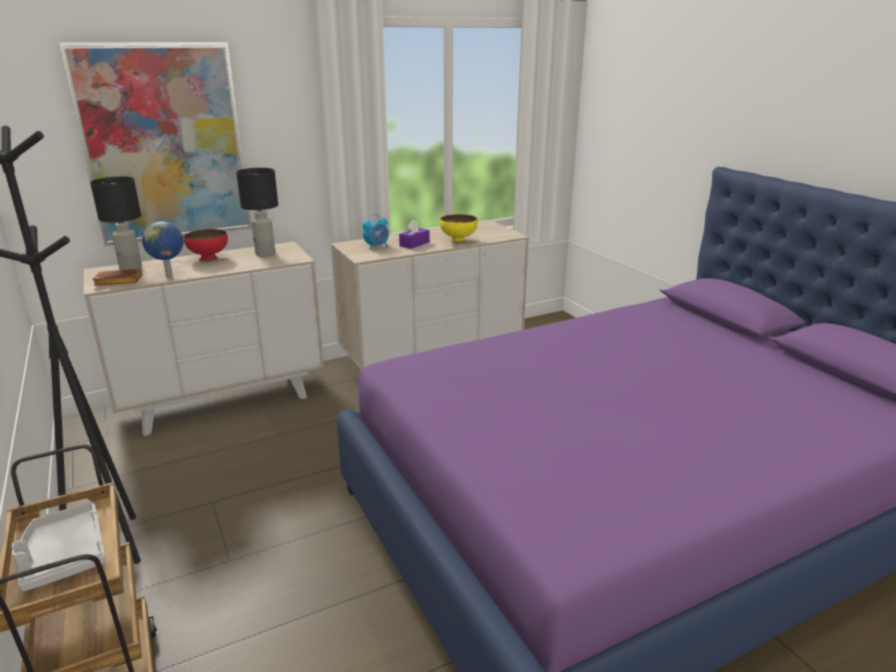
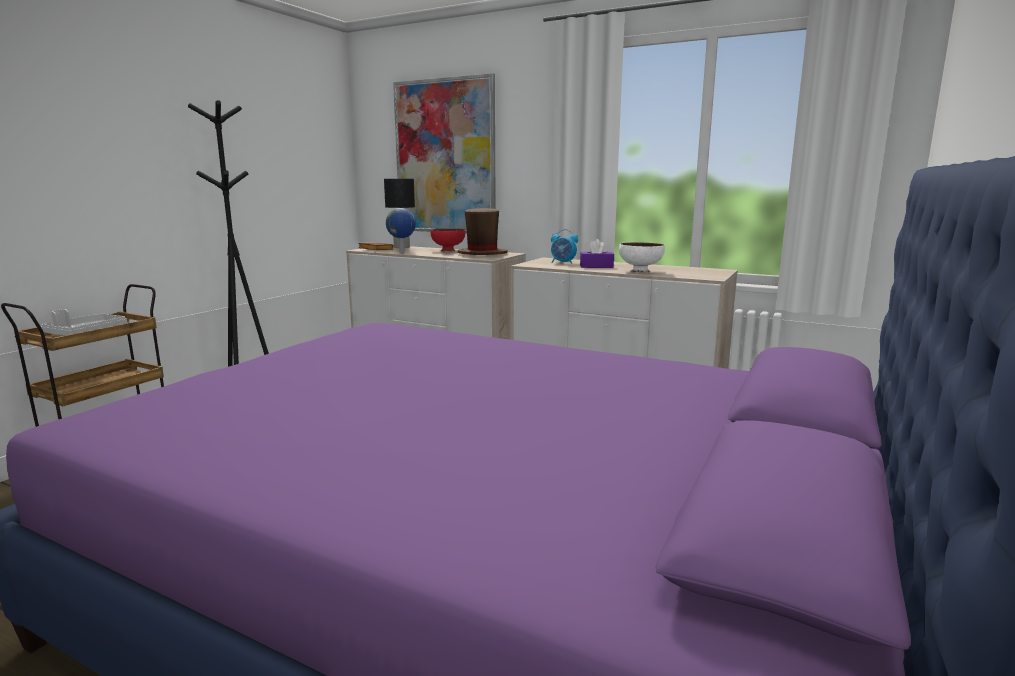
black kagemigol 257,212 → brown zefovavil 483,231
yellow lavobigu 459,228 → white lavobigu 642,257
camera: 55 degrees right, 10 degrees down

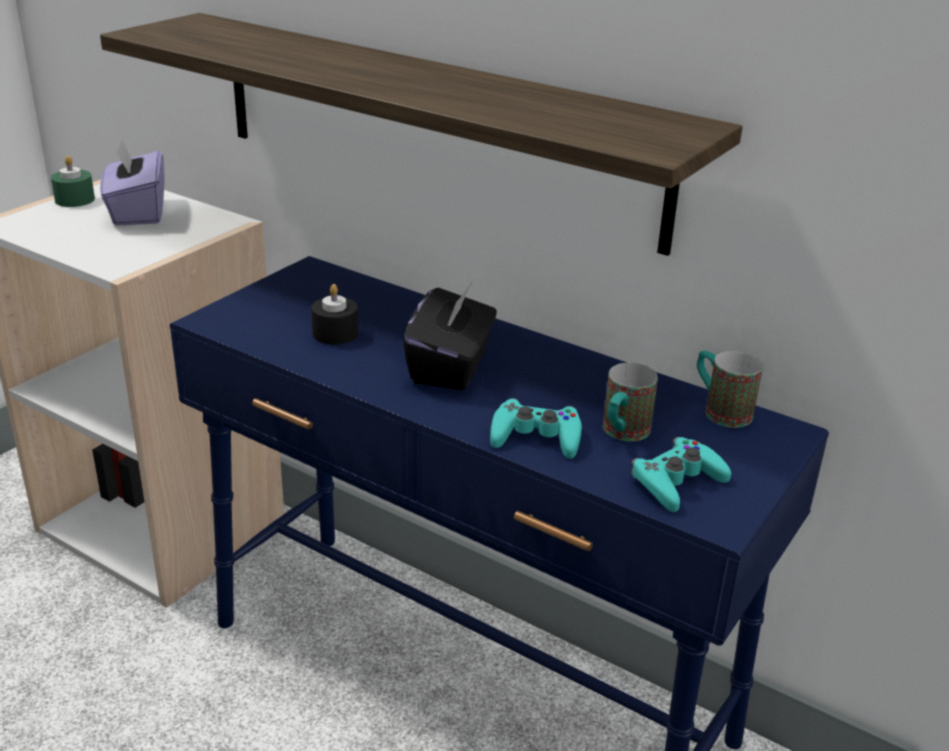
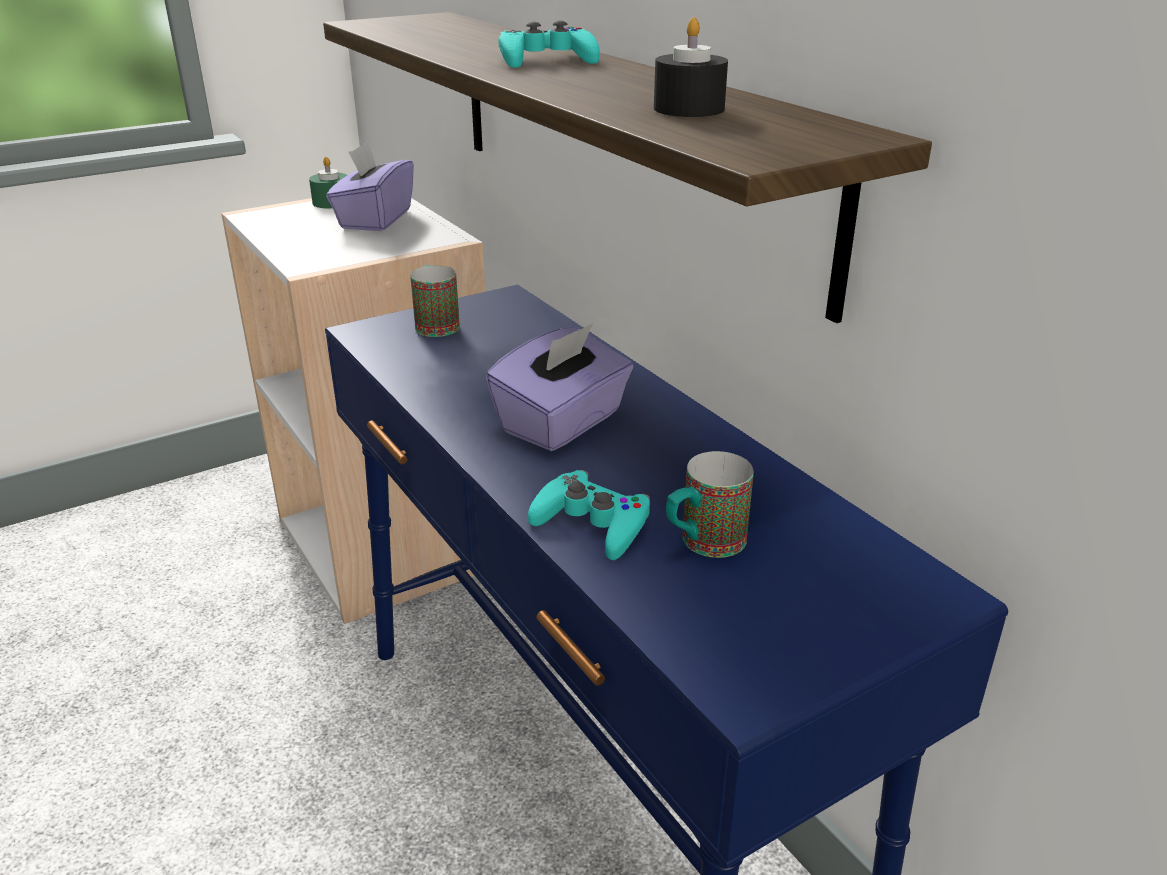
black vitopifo 334,314 → black vitopifo 691,67, moved
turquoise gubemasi 681,474 → turquoise gubemasi 548,44, moved
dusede 730,389 → dusede 435,301, moved
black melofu 450,336 → purple melofu 559,387
camera: 25 degrees right, 0 degrees up

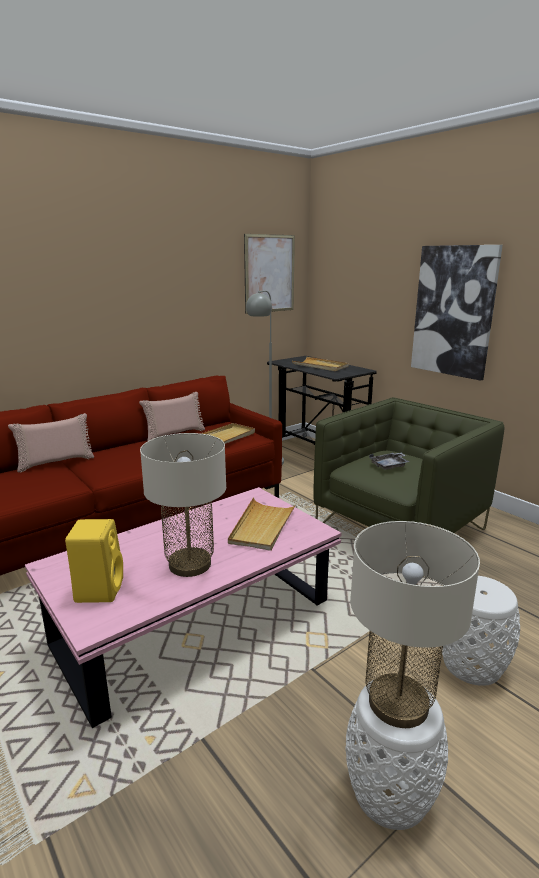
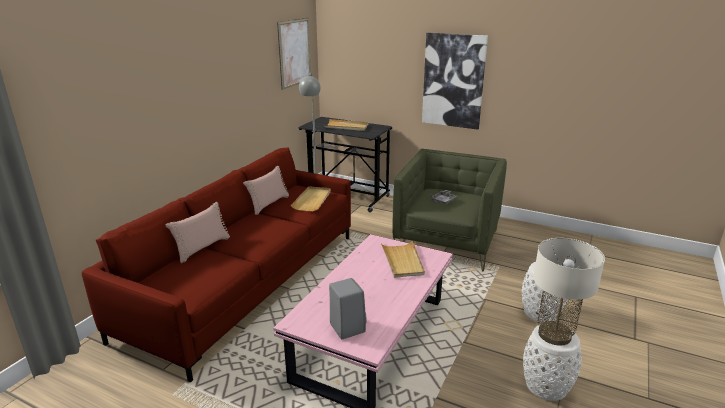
kagemigol 183,505 → -
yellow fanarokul 94,561 → grey fanarokul 348,308
camera: 25 degrees left, 5 degrees up

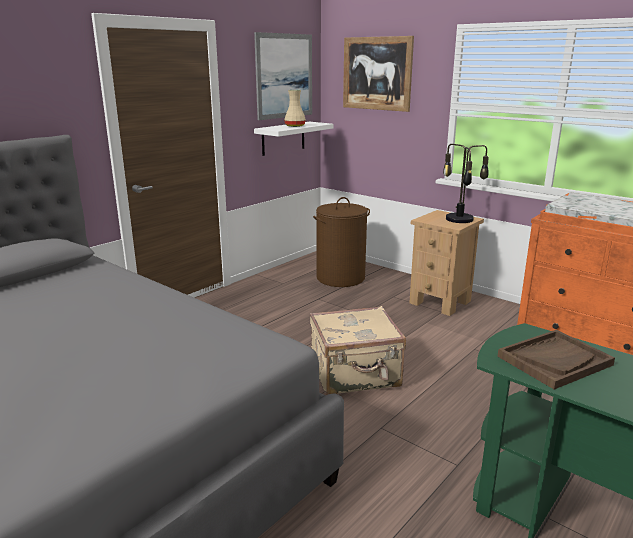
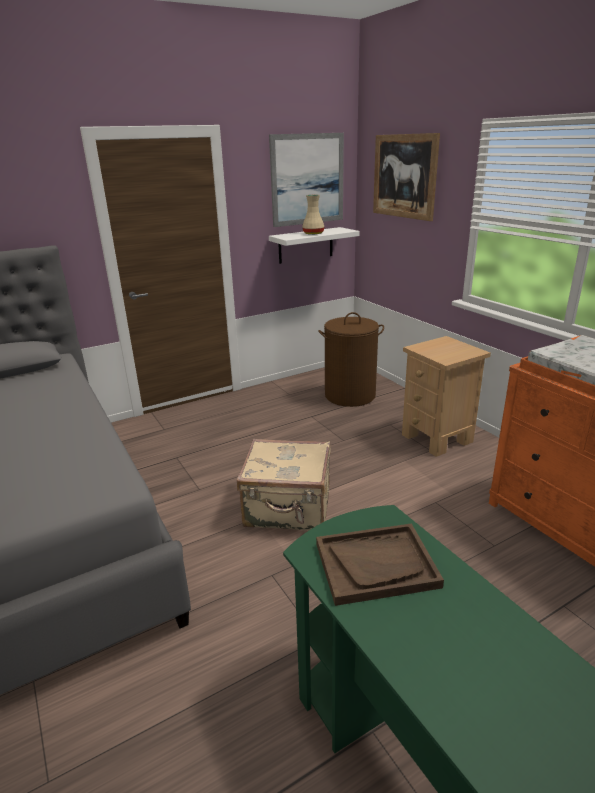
kagemigol 466,183 → -
camera: 20 degrees right, 5 degrees up

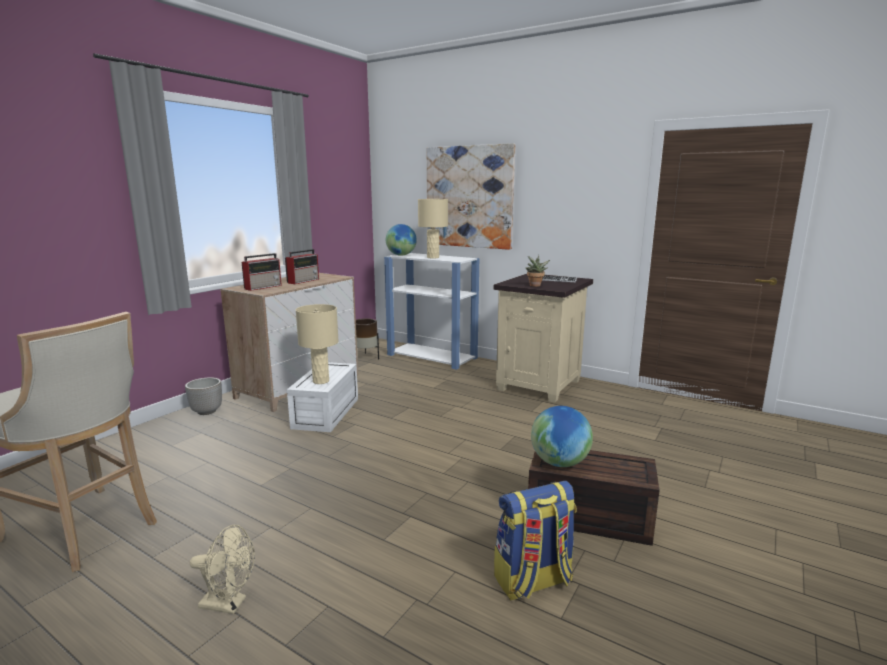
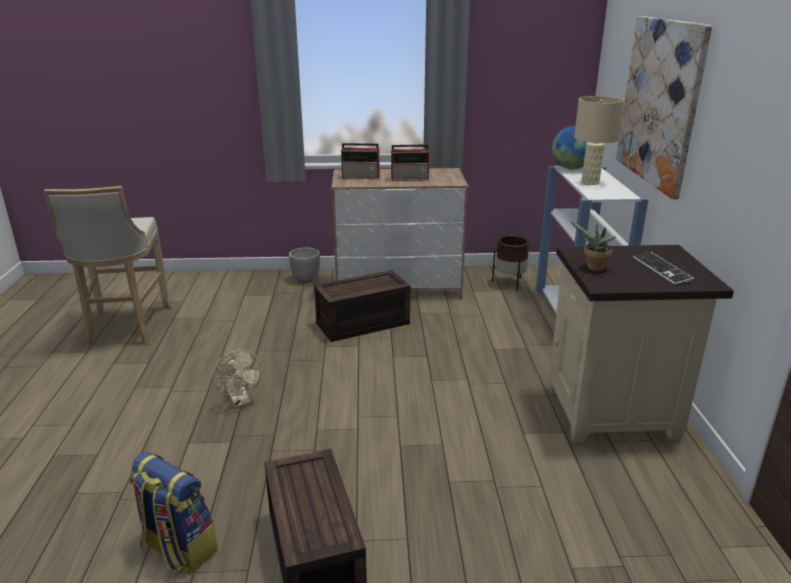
beige kagemigol 317,344 → -
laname 562,436 → -
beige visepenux 222,569 → beige visepenux 237,379, moved
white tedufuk 322,397 → brown tedufuk 362,306
camera: 55 degrees right, 10 degrees up

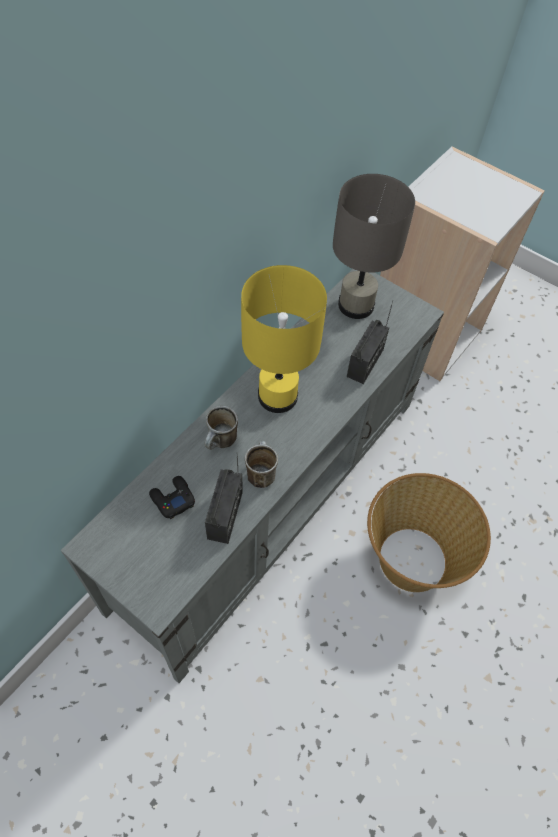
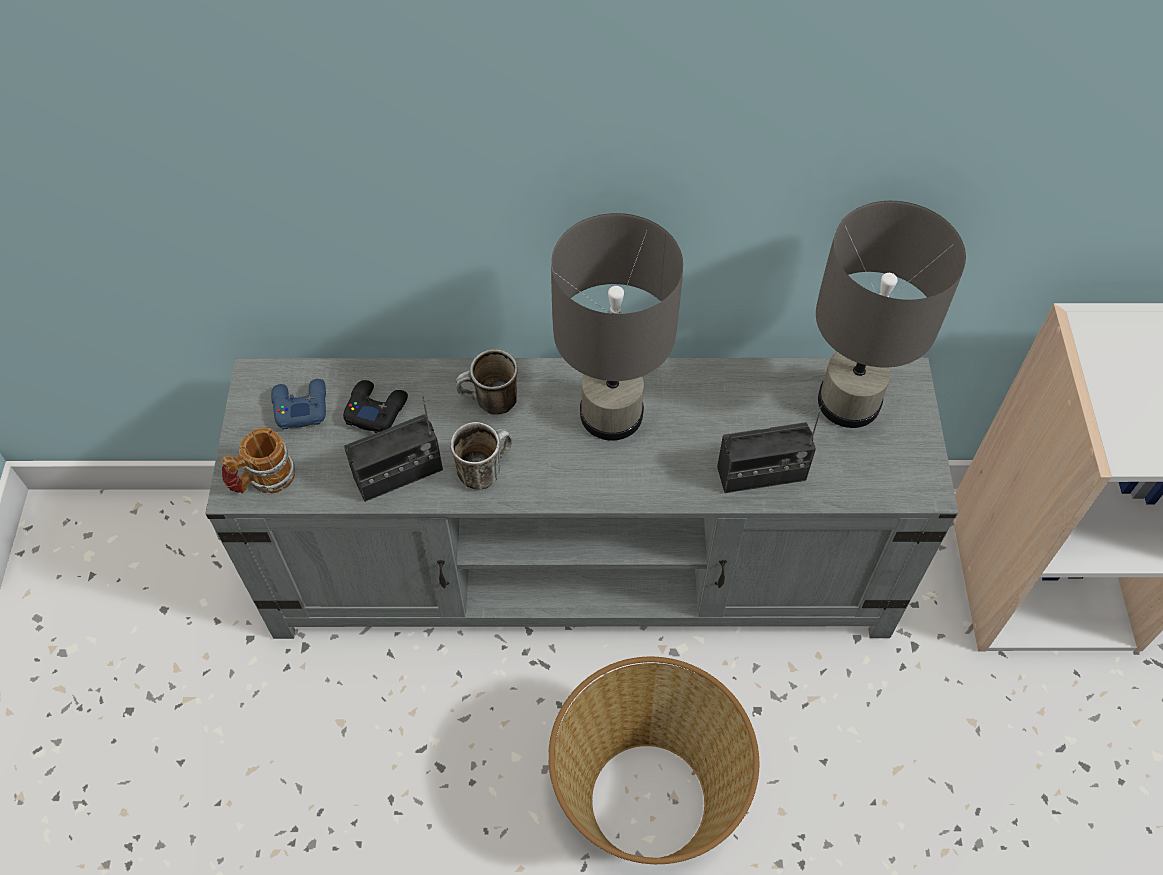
- → dusede 258,460
- → blue gubemasi 298,404
yellow kagemigol 284,339 → grey kagemigol 617,327
camera: 55 degrees right, 0 degrees up

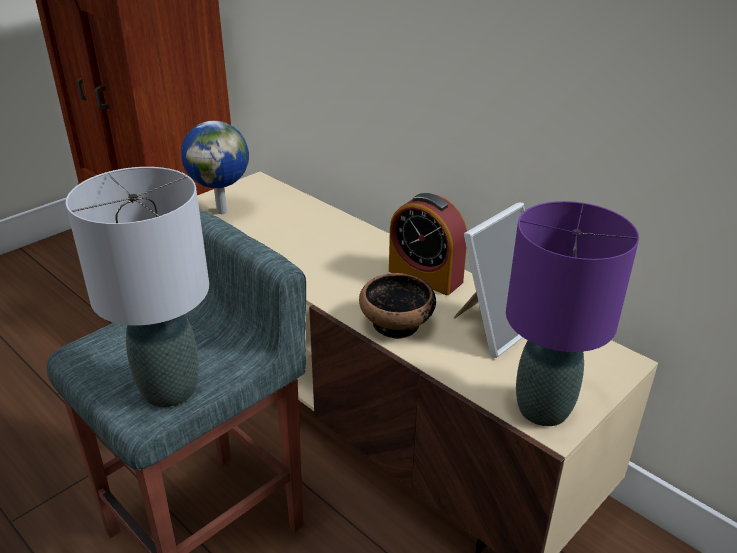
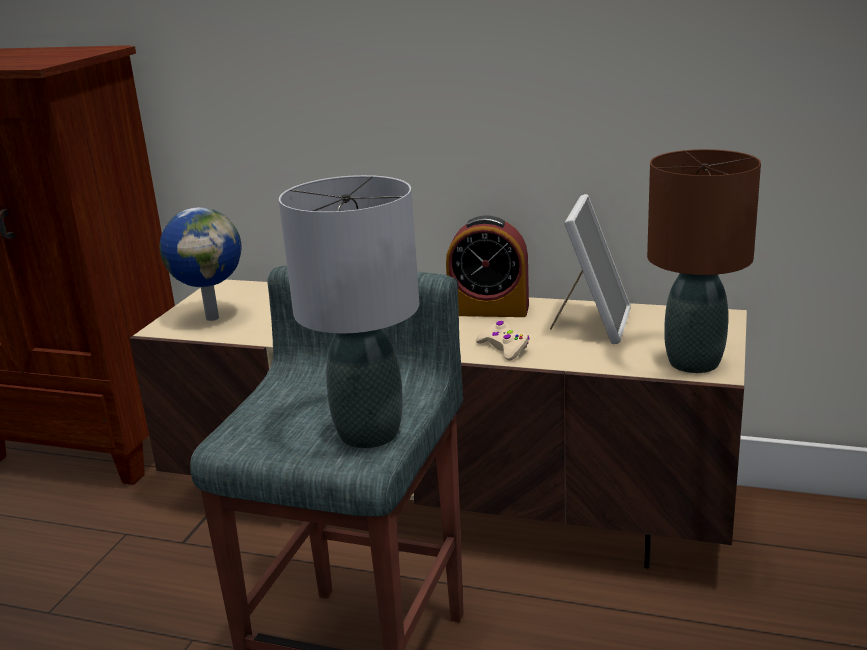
lavobigu 397,306 → beige gubemasi 502,341
purple kagemigol 572,313 → brown kagemigol 704,261
camera: 25 degrees left, 10 degrees down

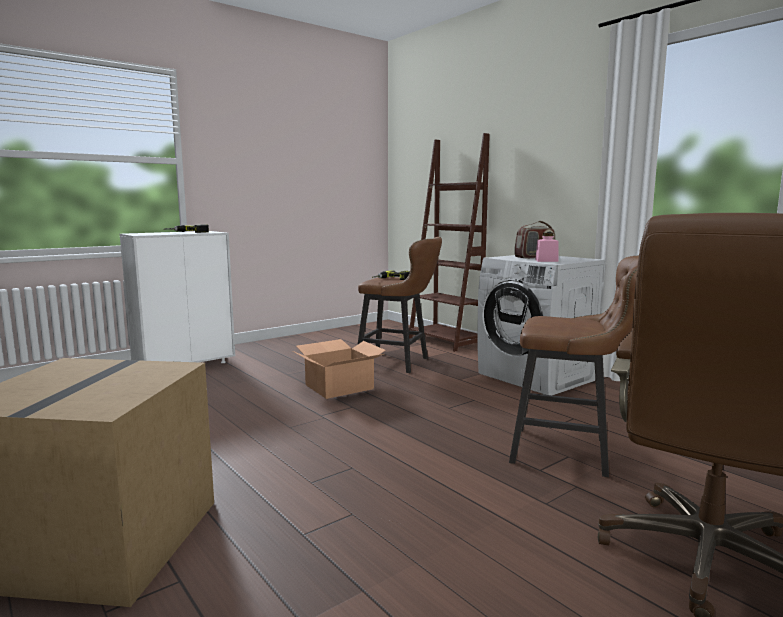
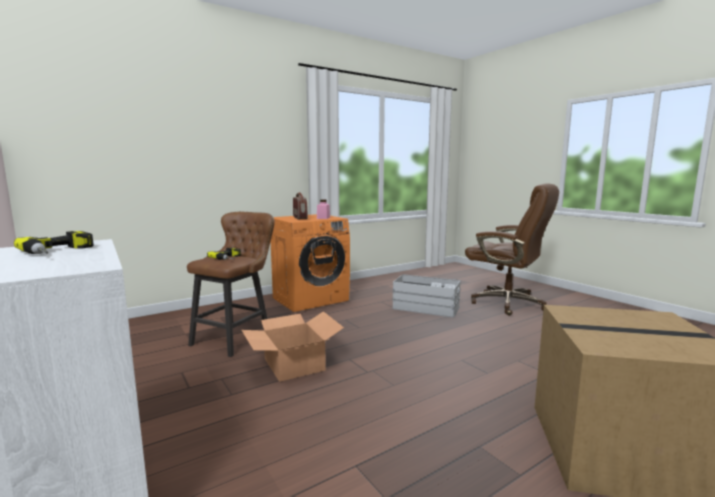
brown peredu 449,242 → -
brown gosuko 574,366 → grey tedufuk 426,295
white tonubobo 541,325 → orange tonubobo 310,263
camera: 85 degrees left, 0 degrees up

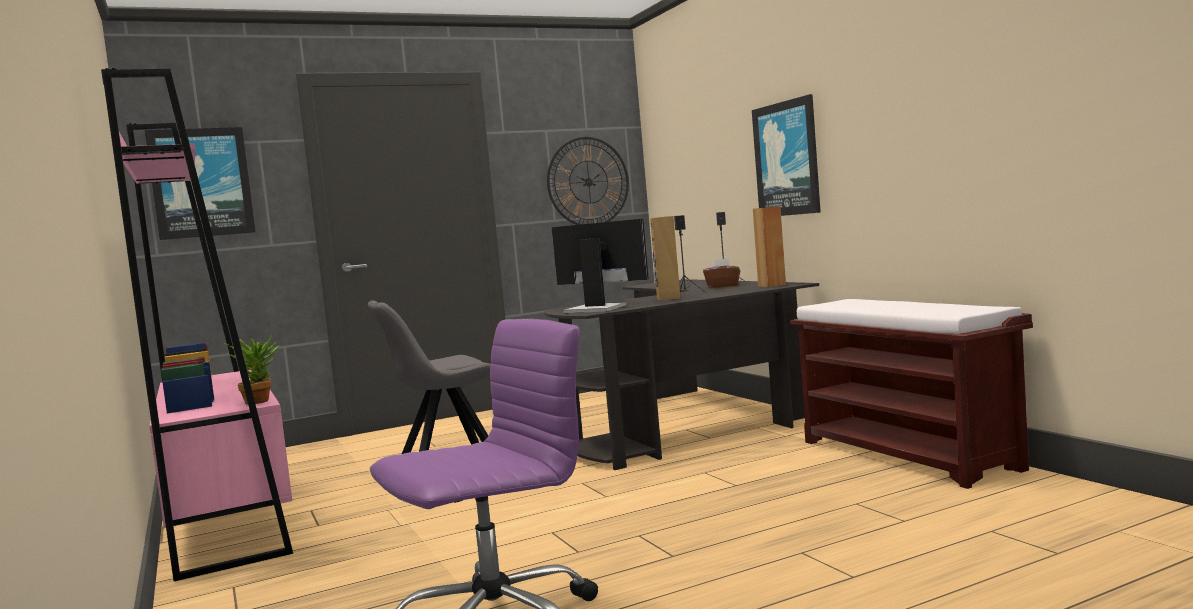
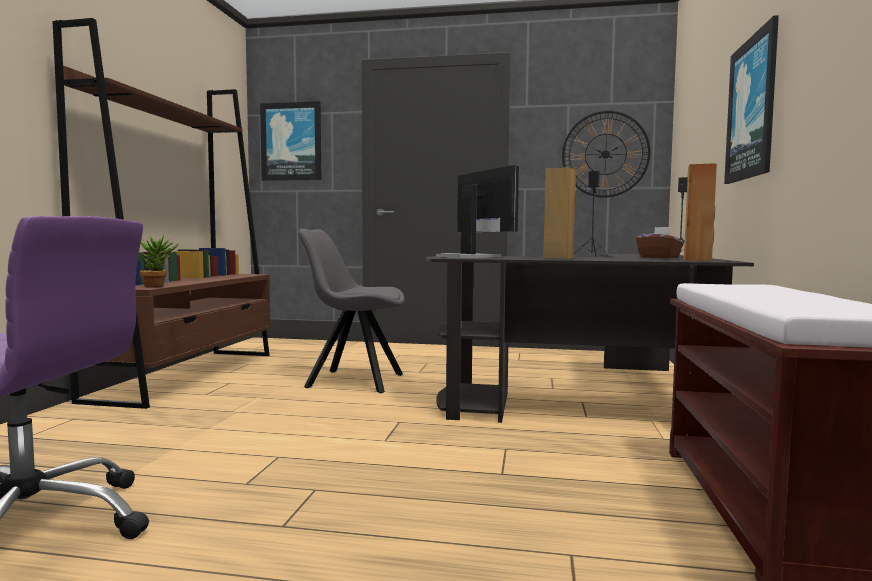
pink peredu 197,324 → brown peredu 162,213
camera: 35 degrees right, 0 degrees up

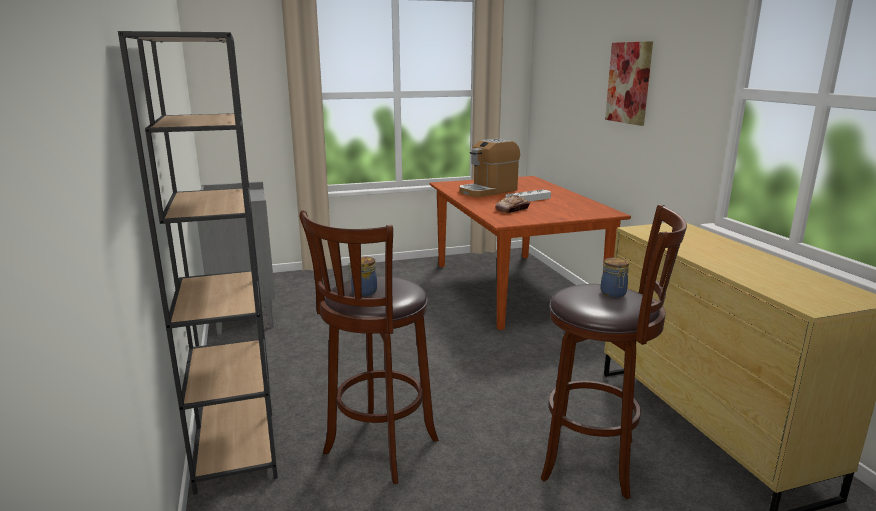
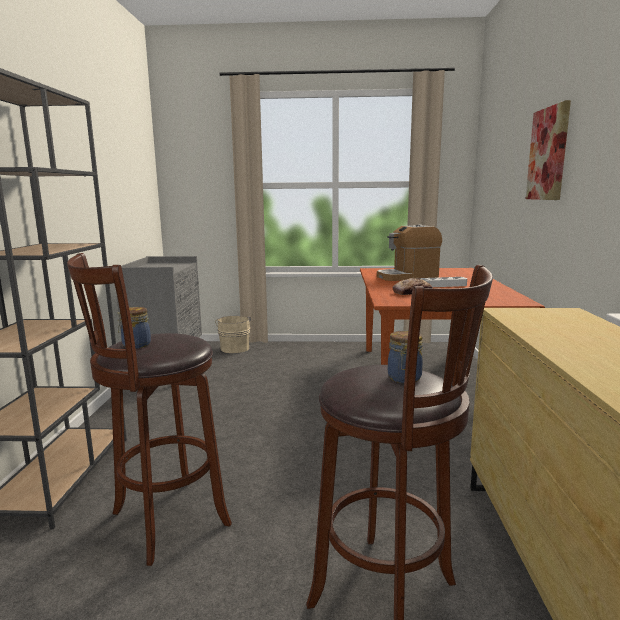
- → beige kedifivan 233,334
camera: 20 degrees right, 5 degrees down

